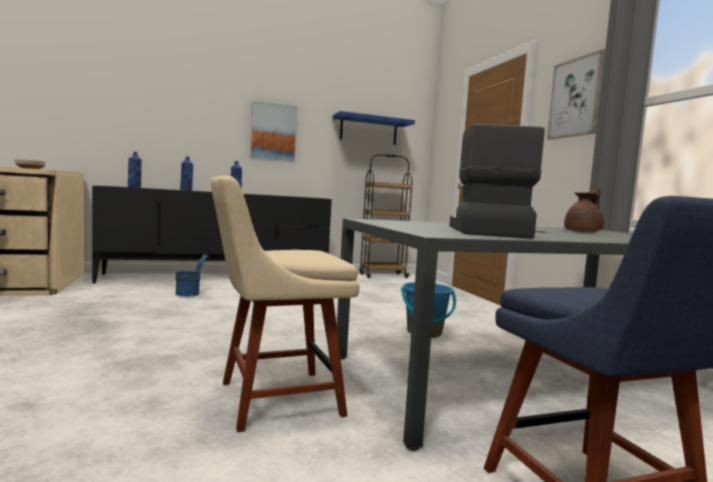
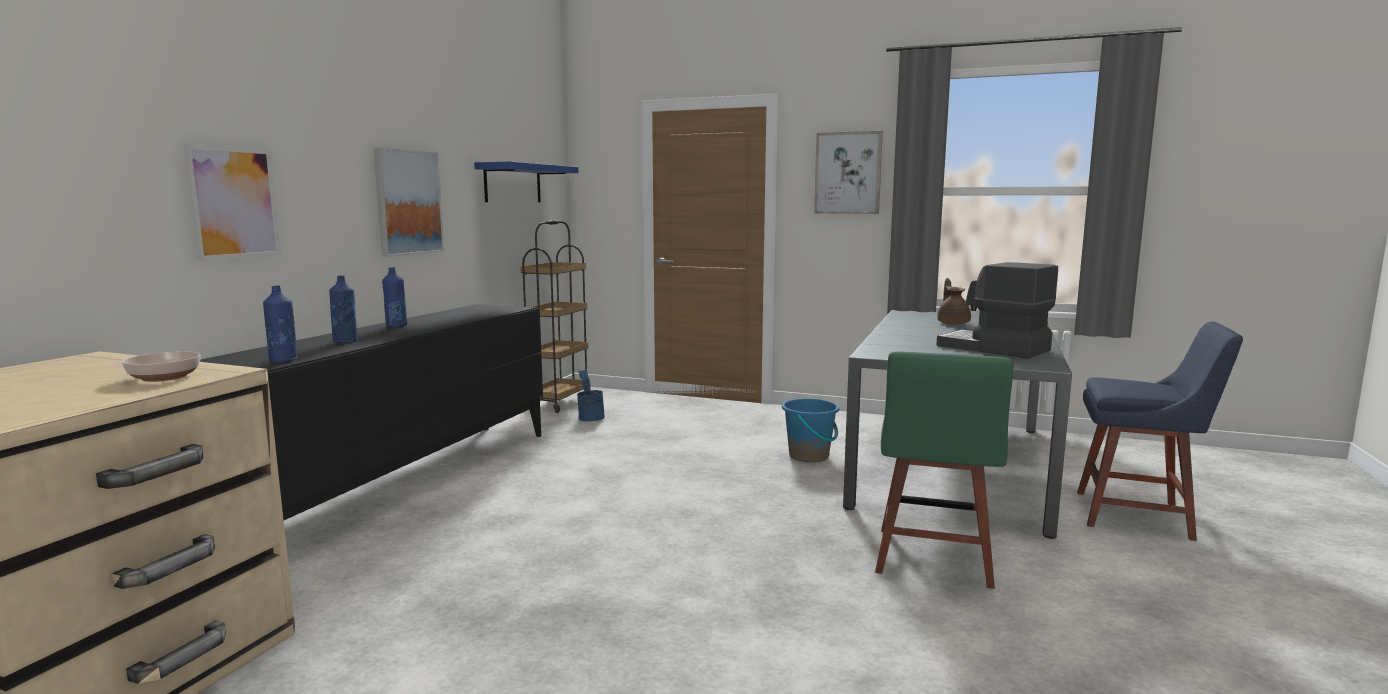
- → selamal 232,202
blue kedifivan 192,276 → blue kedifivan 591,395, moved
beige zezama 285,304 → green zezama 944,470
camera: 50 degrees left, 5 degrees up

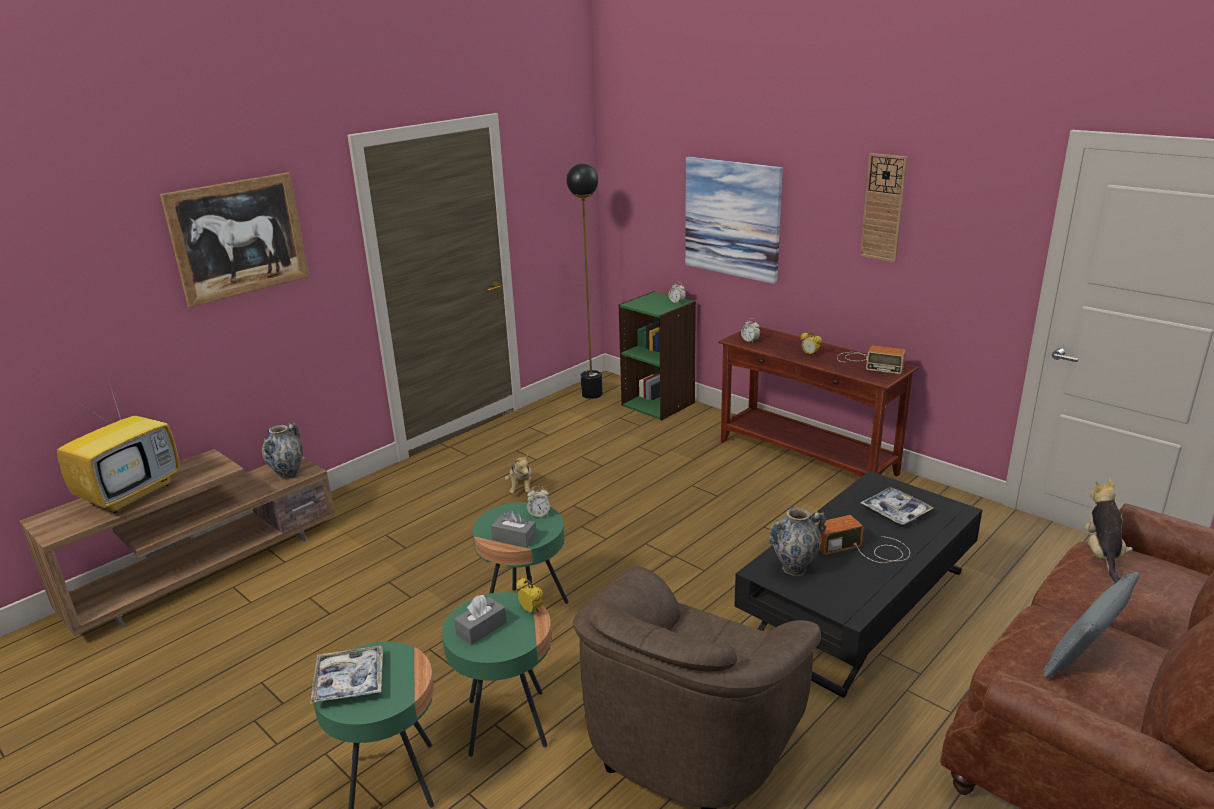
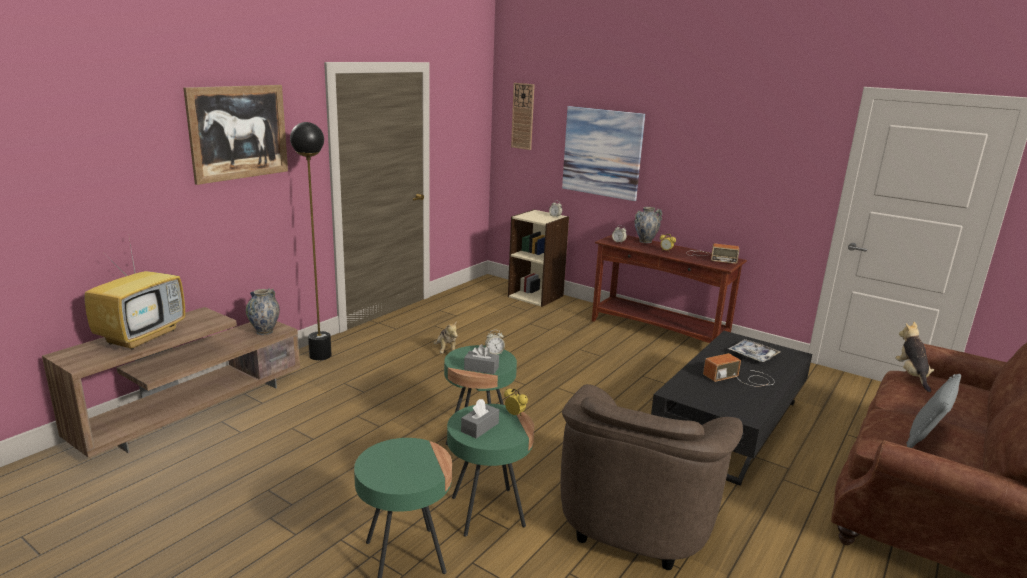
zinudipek 346,675 → -
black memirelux 584,281 → black memirelux 311,241, moved
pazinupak 797,541 → pazinupak 648,225, moved
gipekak 884,207 → gipekak 523,116, moved
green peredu 657,355 → beige peredu 538,258
camera: 10 degrees left, 5 degrees down

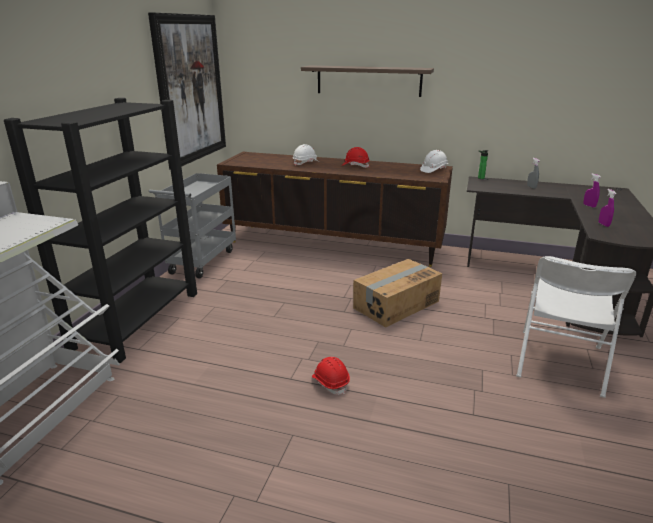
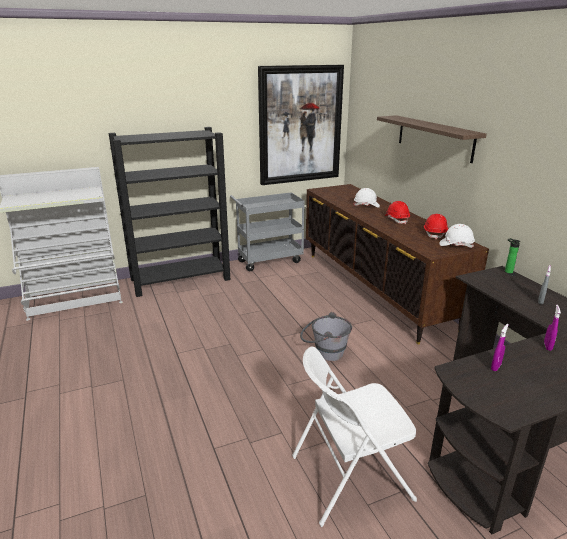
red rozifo 331,376 → red rozifo 436,227, moved
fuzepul 397,293 → grey kedifivan 326,336
camera: 50 degrees right, 0 degrees up

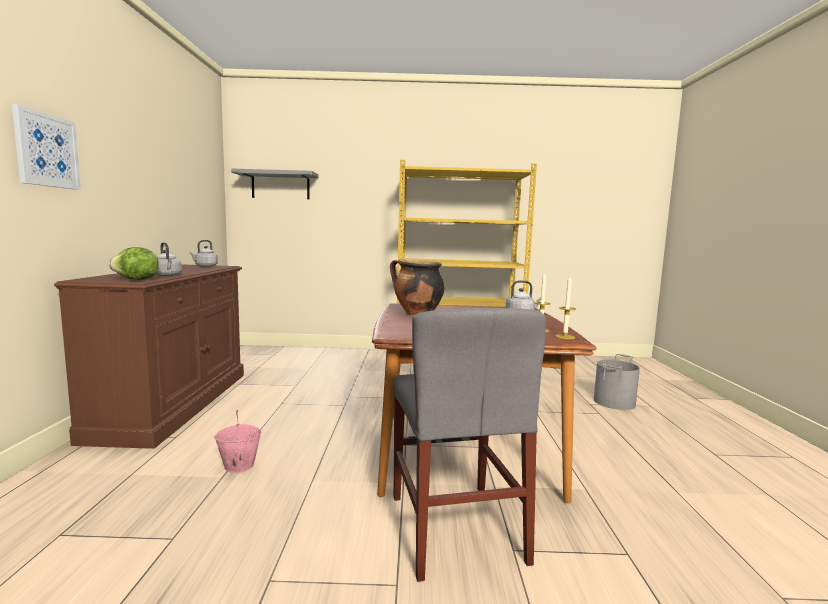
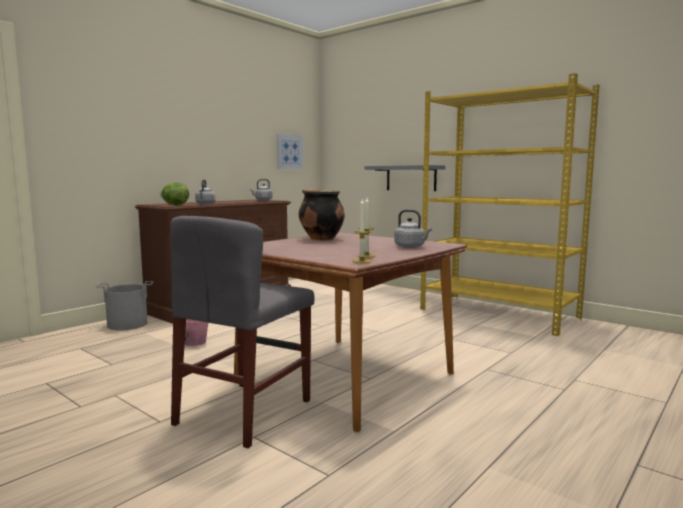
selamal 46,147 → selamal 290,151, moved
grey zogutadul 275,184 → grey zogutadul 405,178, moved
grey kedifivan 617,382 → grey kedifivan 124,305, moved
camera: 40 degrees right, 0 degrees up

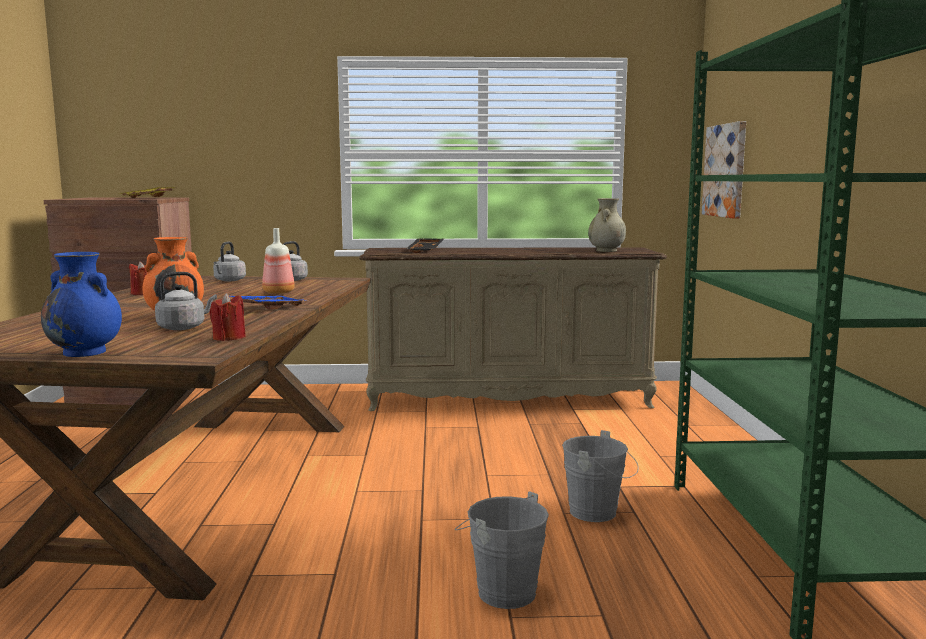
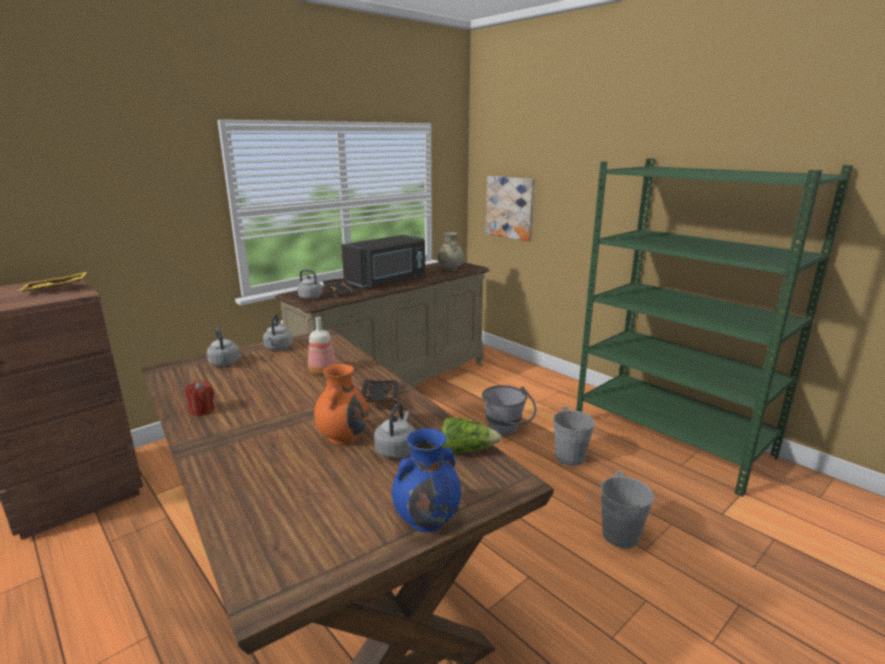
- → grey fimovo 311,284
- → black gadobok 383,261
- → grey kedifivan 509,410
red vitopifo 227,317 → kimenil 471,435
blue zinudipek 269,302 → black zinudipek 380,391
camera: 40 degrees left, 10 degrees up

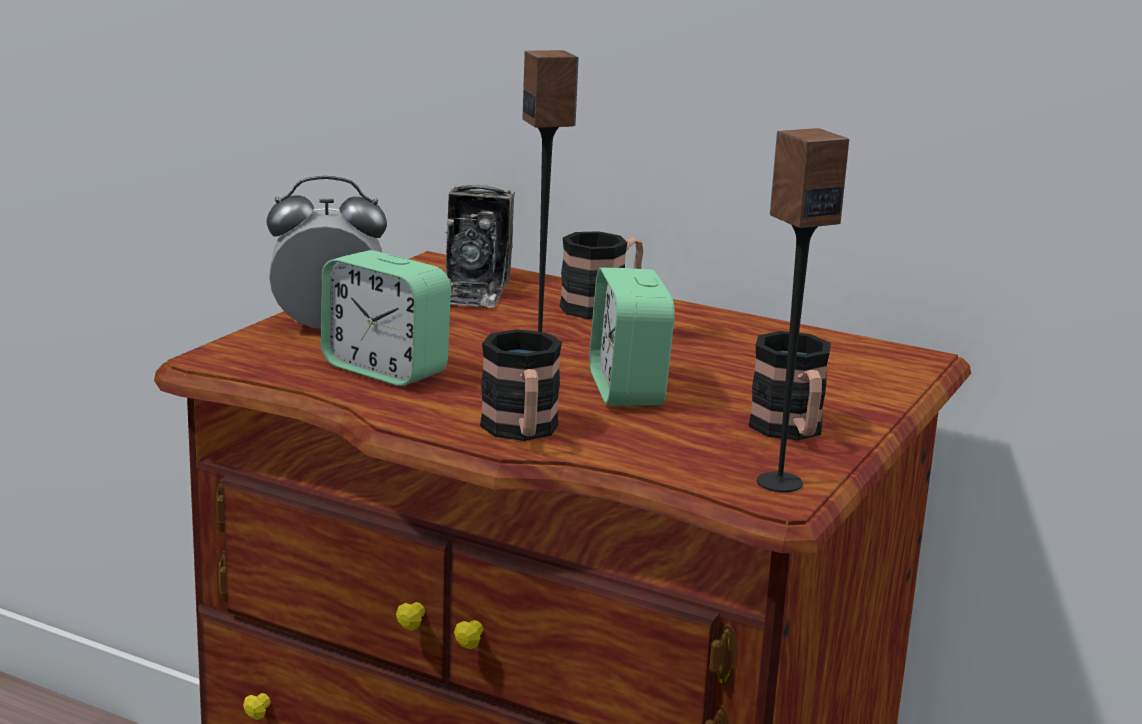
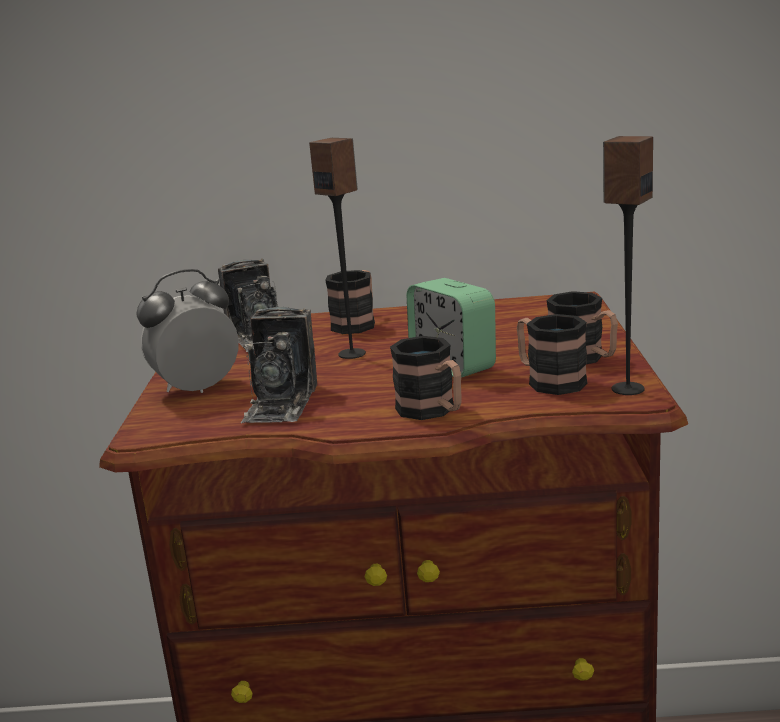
- → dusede 552,354
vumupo 386,318 → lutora 278,365
camera: 25 degrees left, 0 degrees up

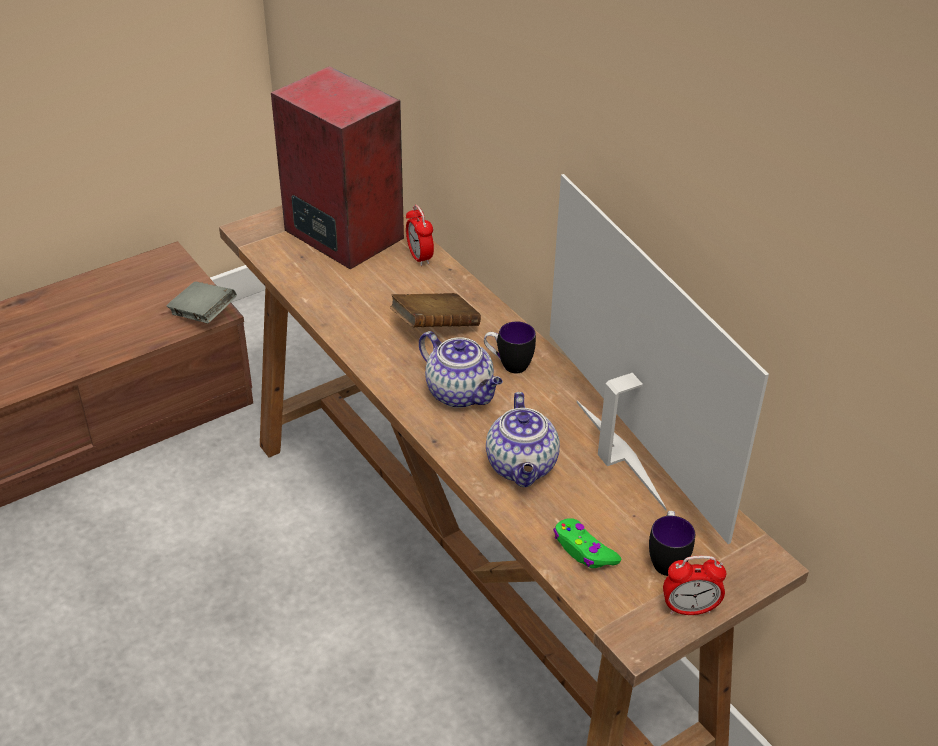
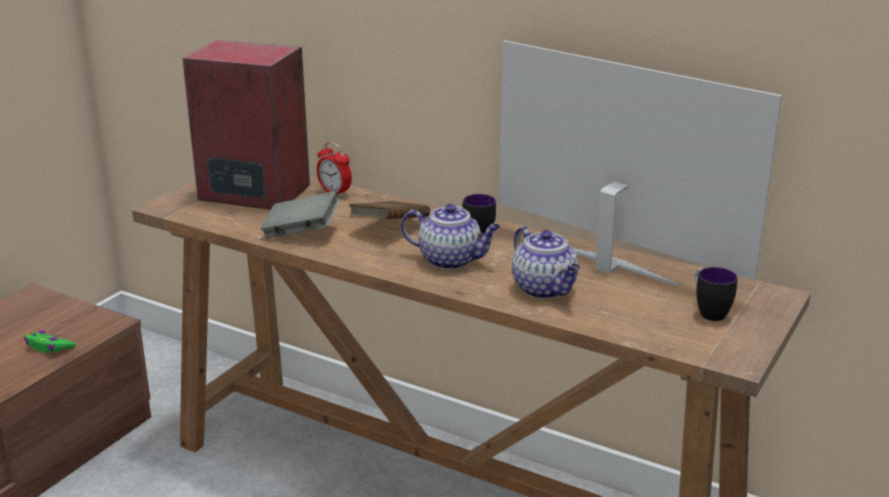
vumupo 694,585 → -
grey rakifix 201,302 → grey rakifix 300,215, moved
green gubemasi 587,543 → green gubemasi 50,342, moved
camera: 25 degrees left, 15 degrees down

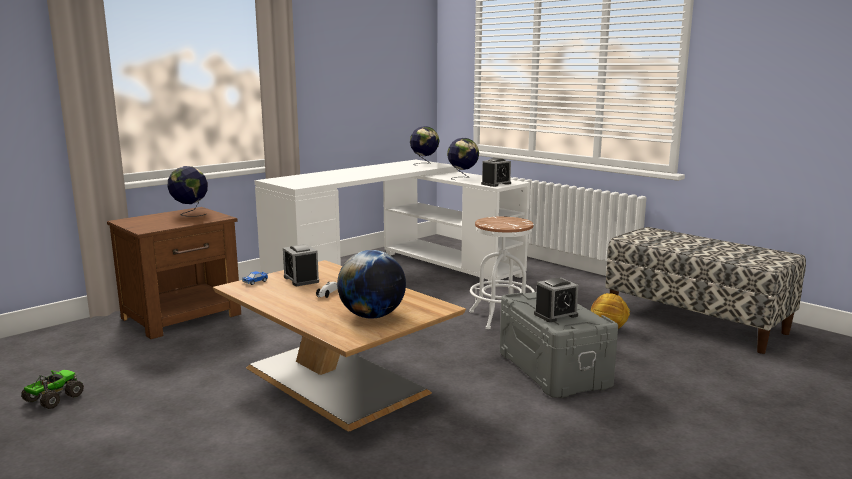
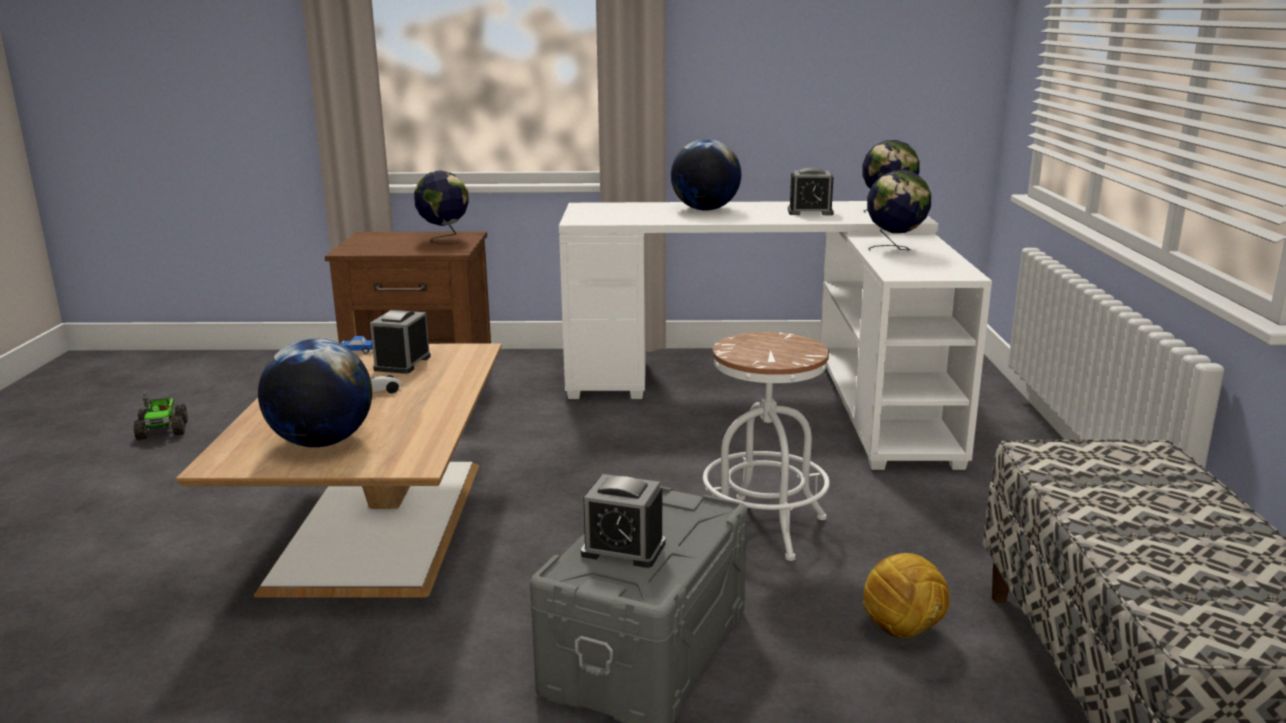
- → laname 706,175
vumupo 496,172 → vumupo 811,191, moved
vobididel 52,389 → vobididel 161,415, 90 degrees clockwise
camera: 45 degrees right, 5 degrees up

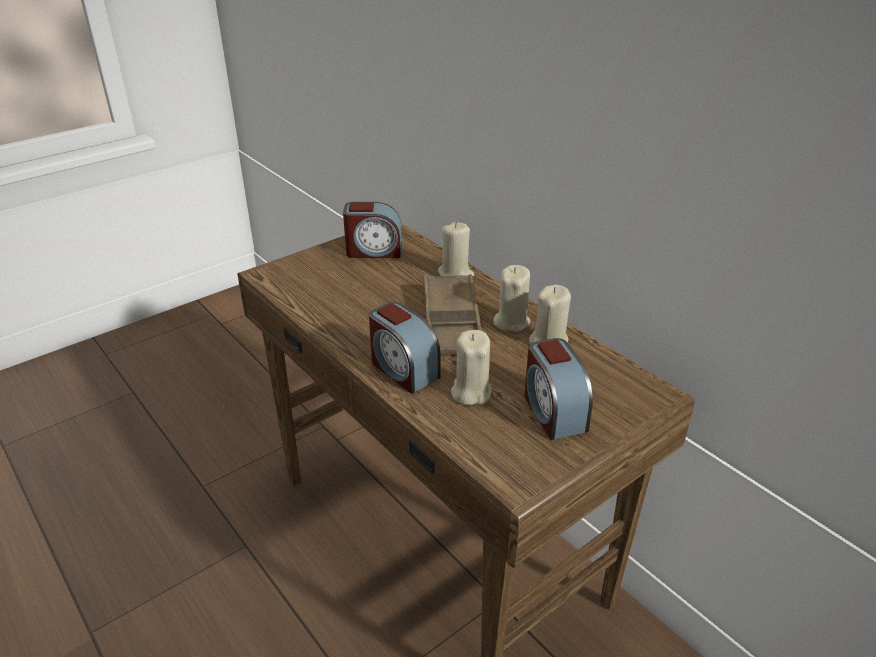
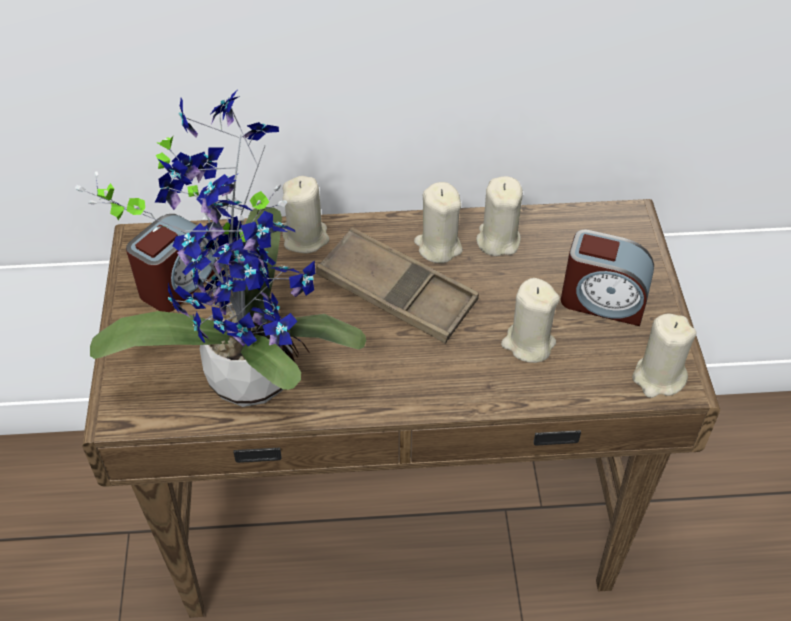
vumupo 405,348 → -
- → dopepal 220,248
- → beige vitopifo 664,356
camera: 55 degrees left, 15 degrees up

